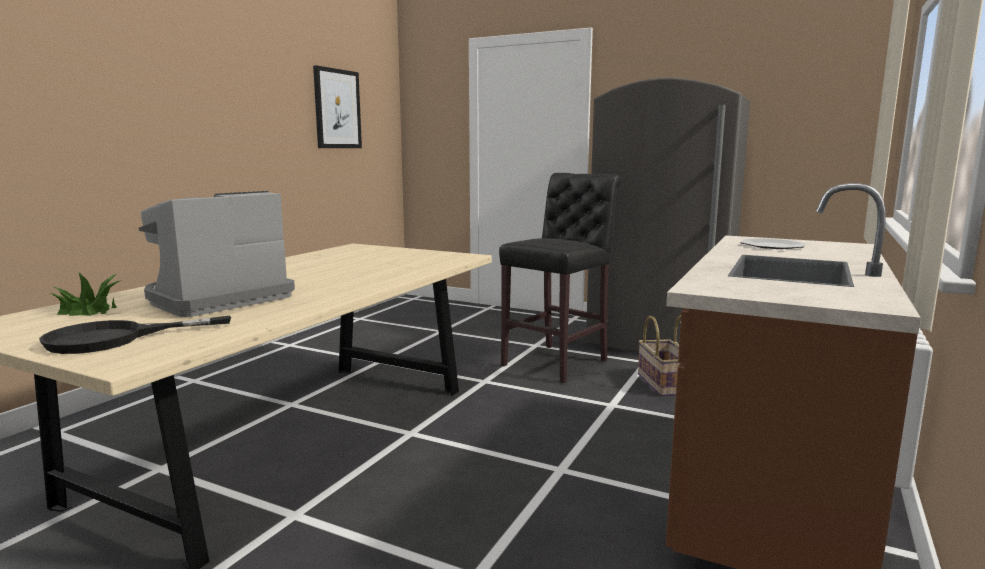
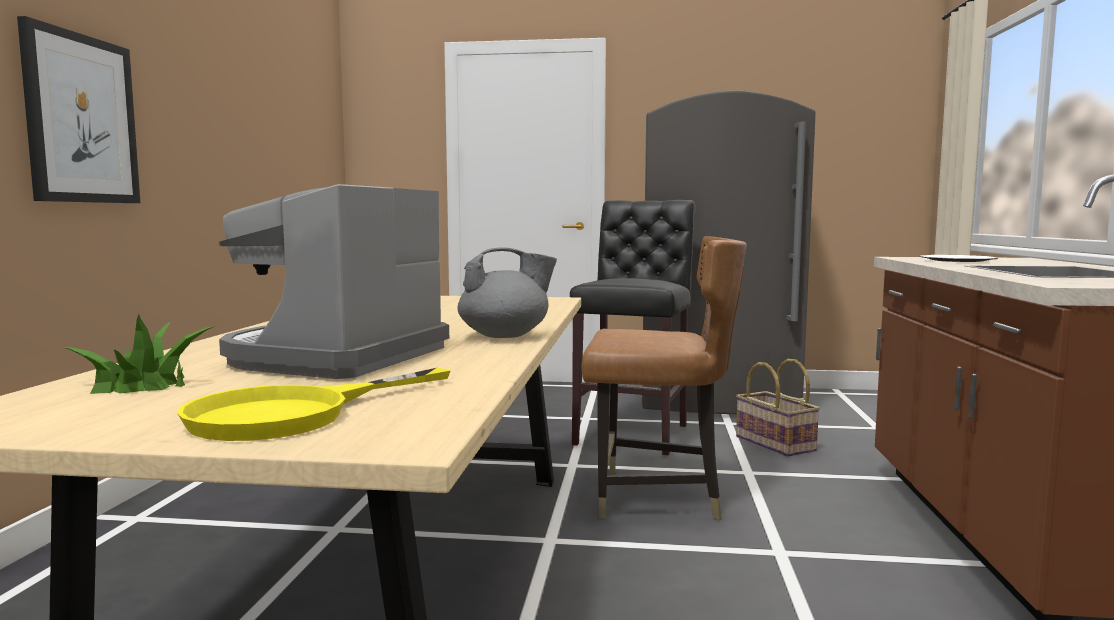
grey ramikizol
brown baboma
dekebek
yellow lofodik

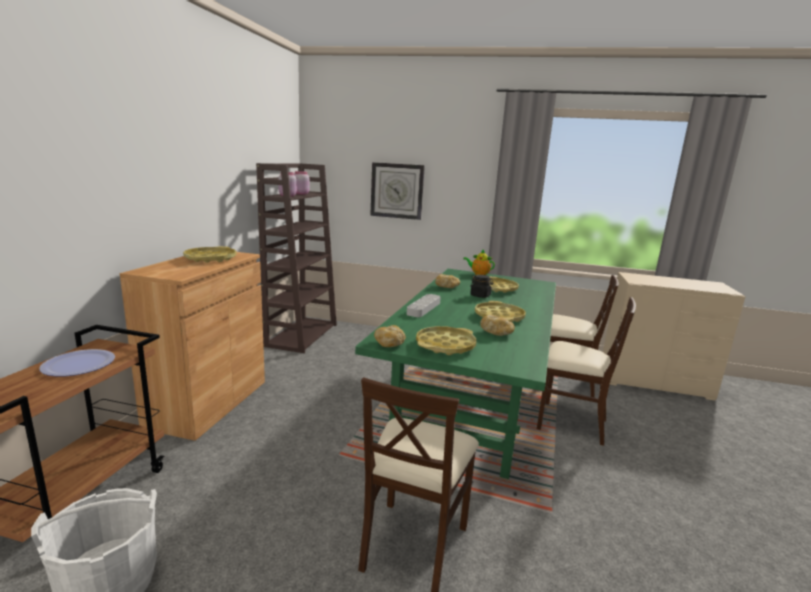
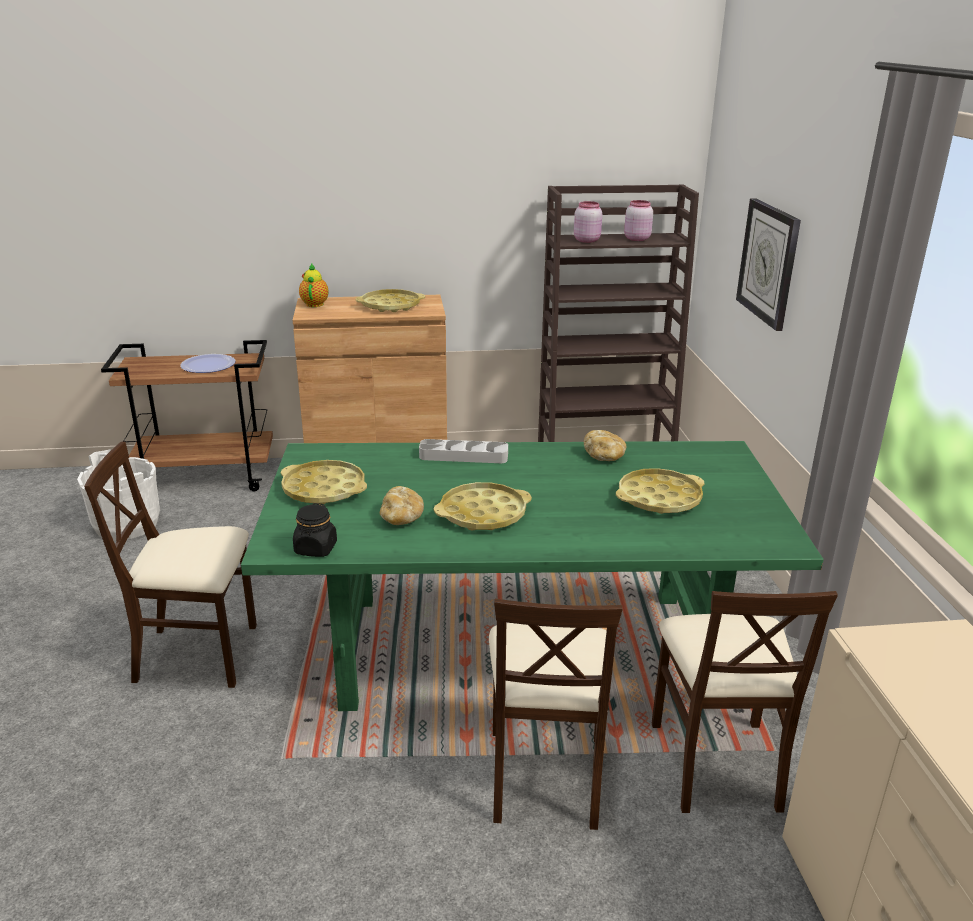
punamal (no. 1 from left in the first image)
ramikizol
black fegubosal

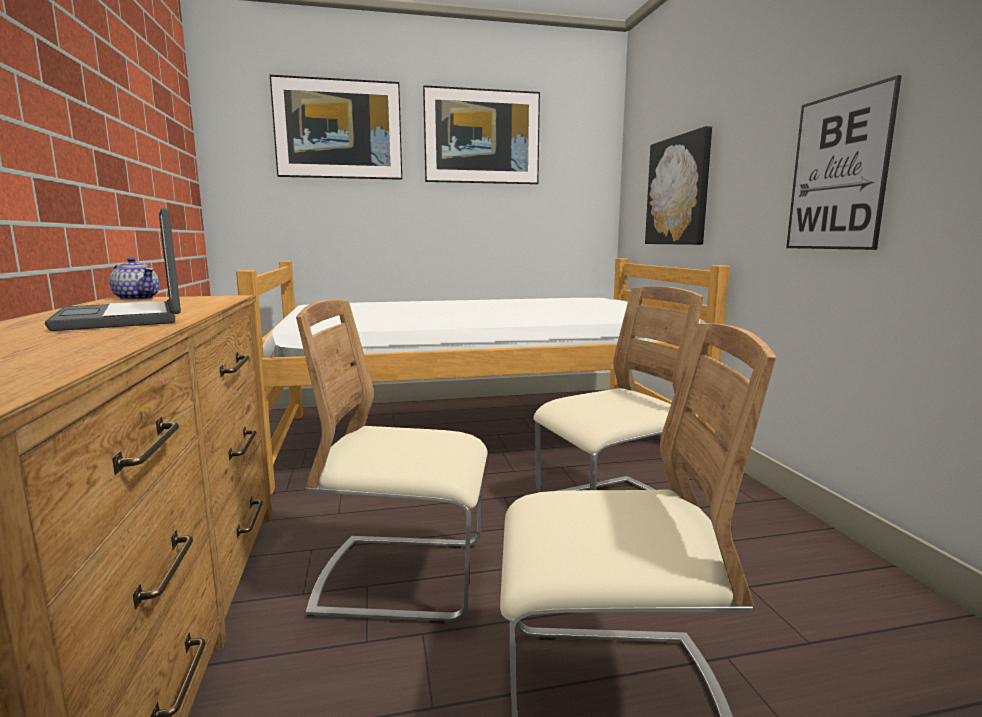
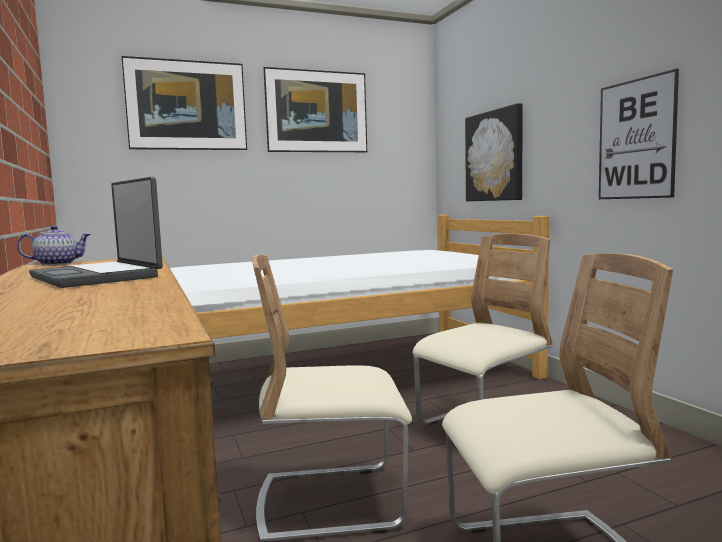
ramikizol

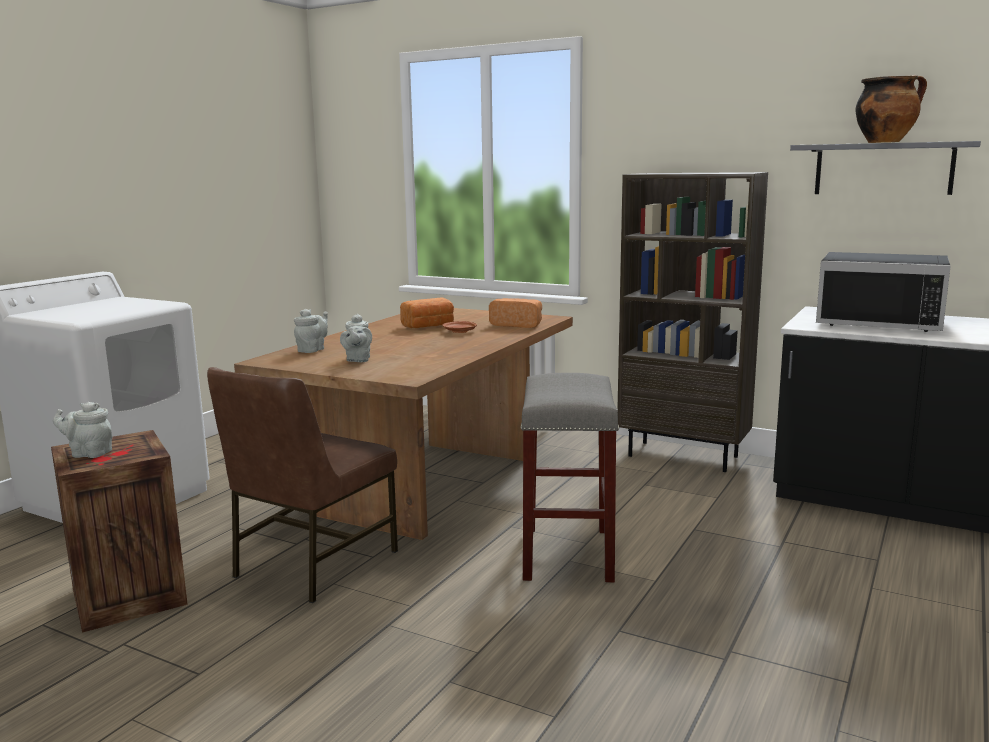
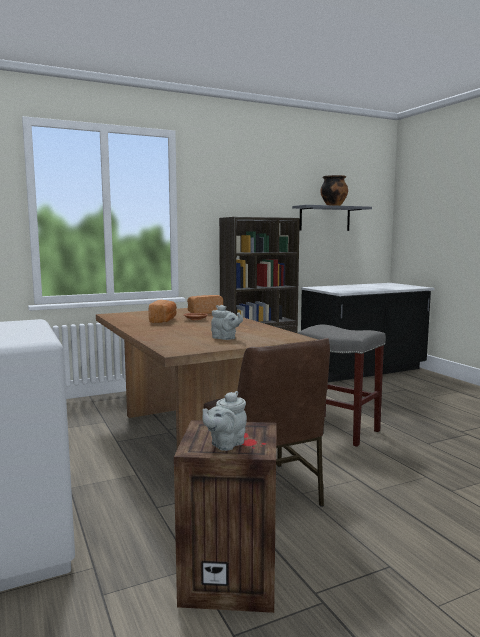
grey ramikizol (no. 2 from left in the first image)
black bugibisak

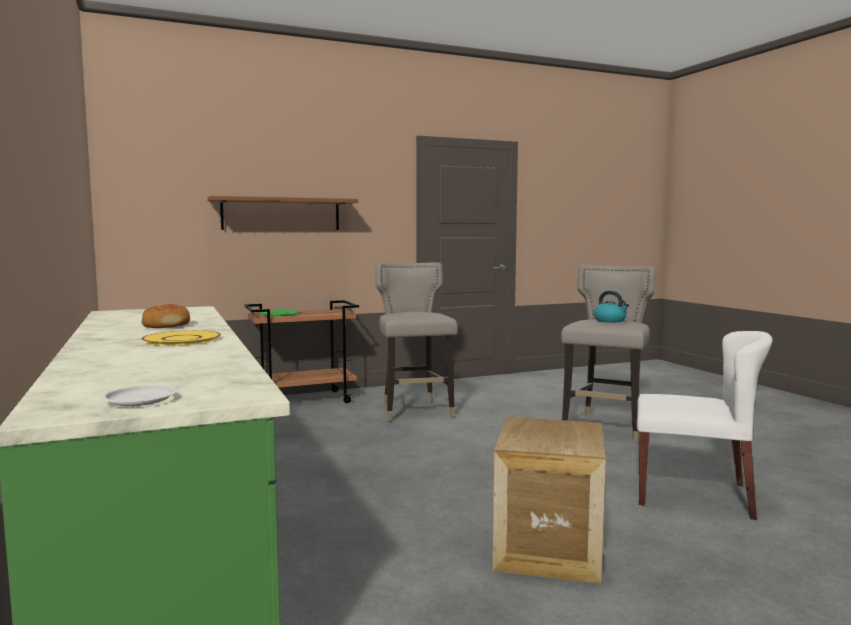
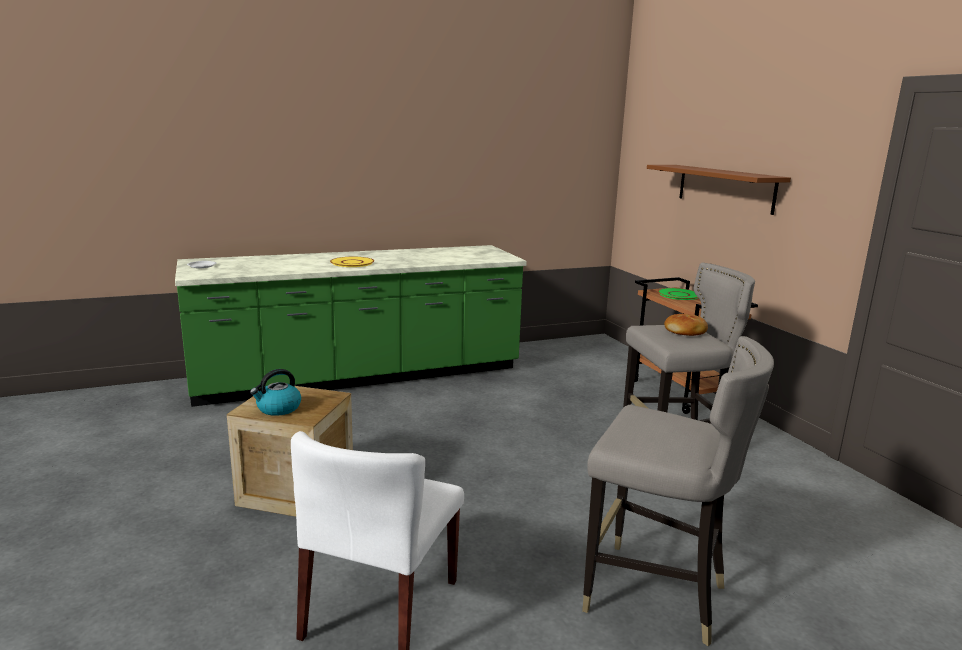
punamal
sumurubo

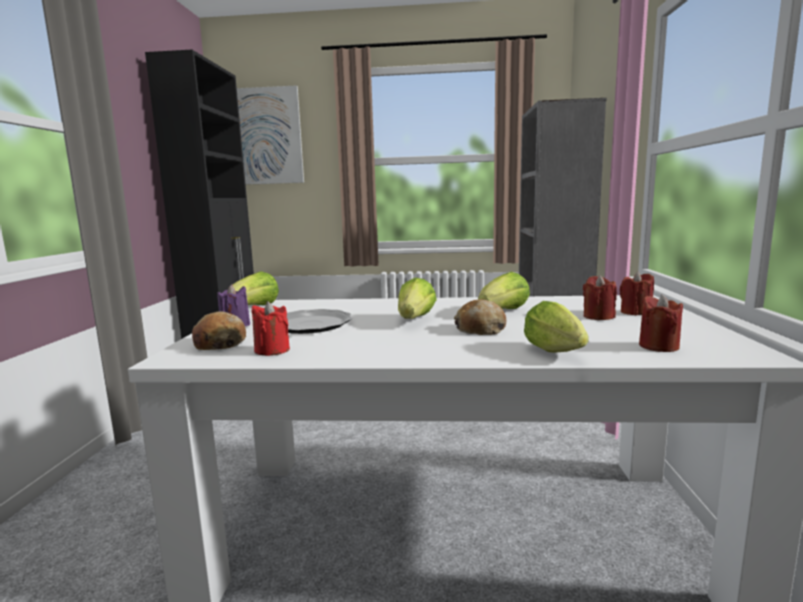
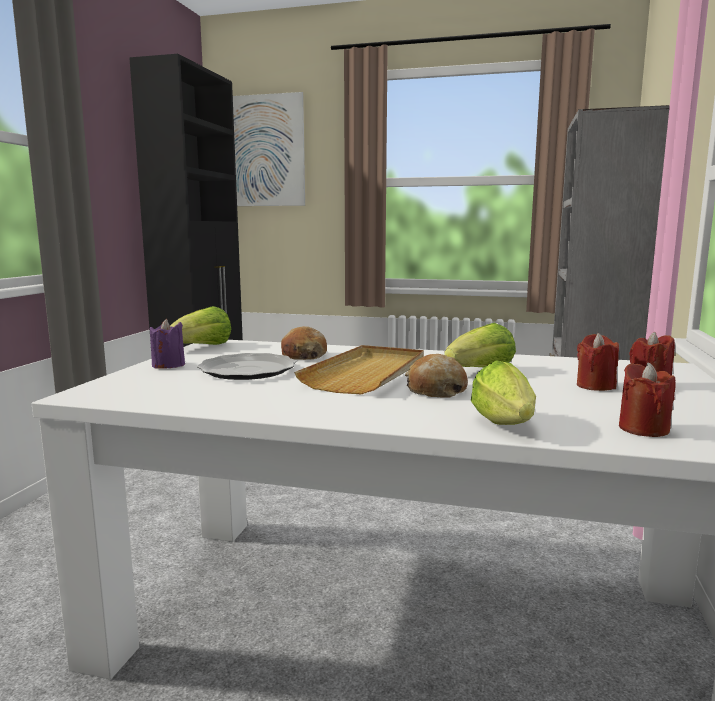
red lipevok (no. 1 from left in the first image)
punamal (no. 1 from left)
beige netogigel

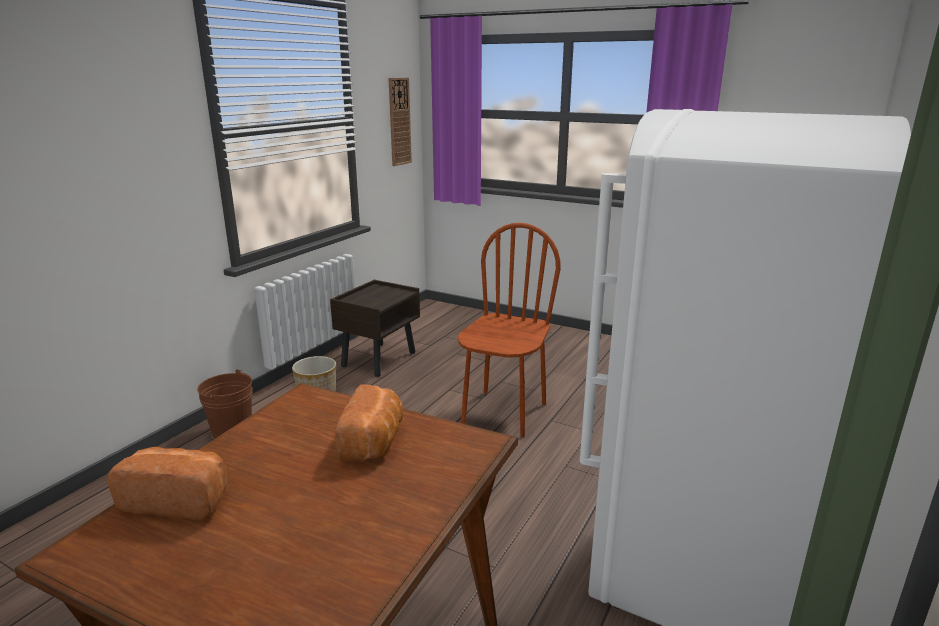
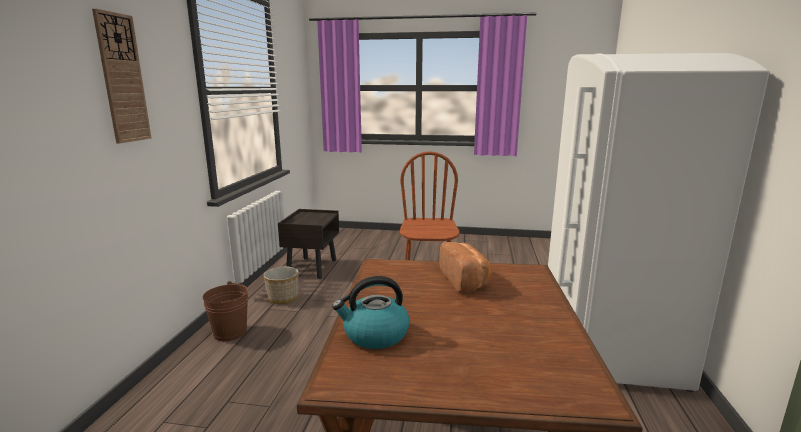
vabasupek
sumurubo

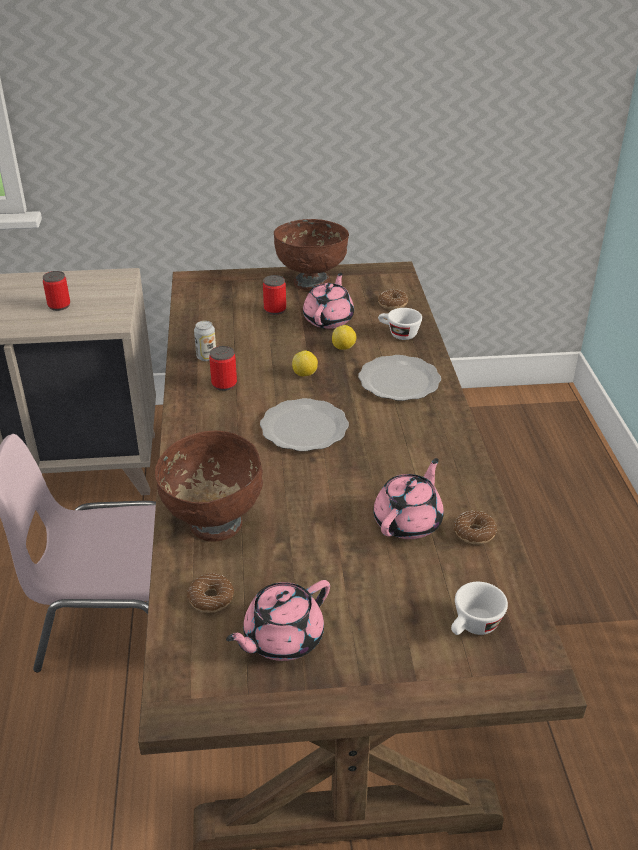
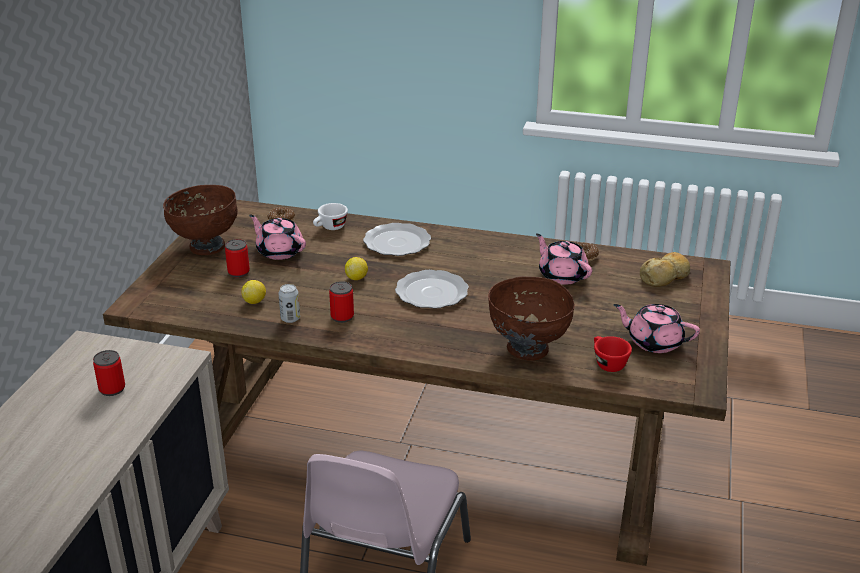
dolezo (no. 1 from left)
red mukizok
punamal
pink ramikizol (no. 3 from left)

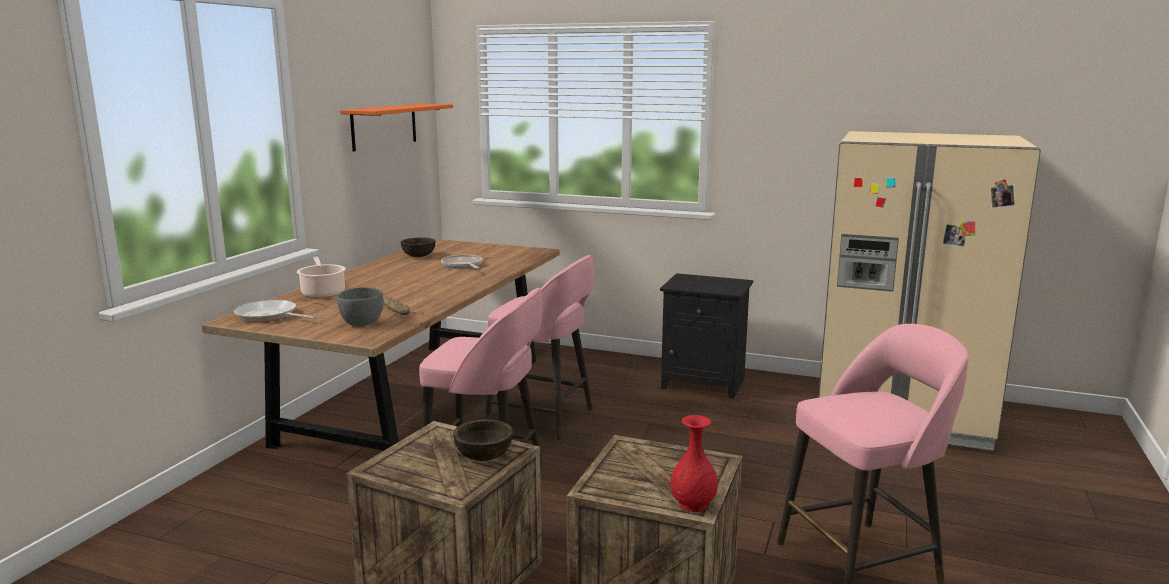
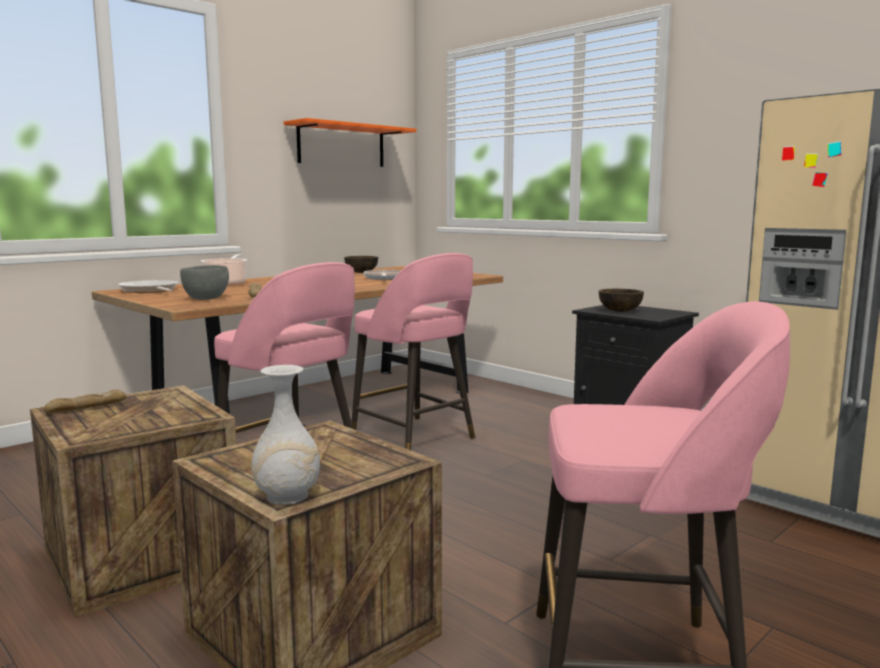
punamal (no. 1 from left)
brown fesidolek (no. 2 from left)
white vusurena

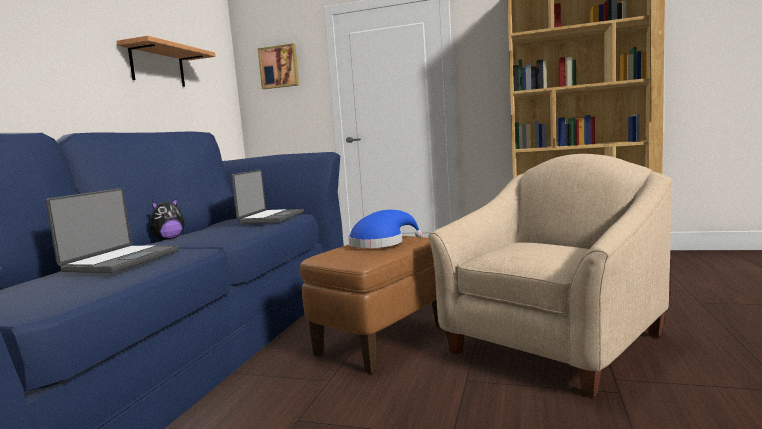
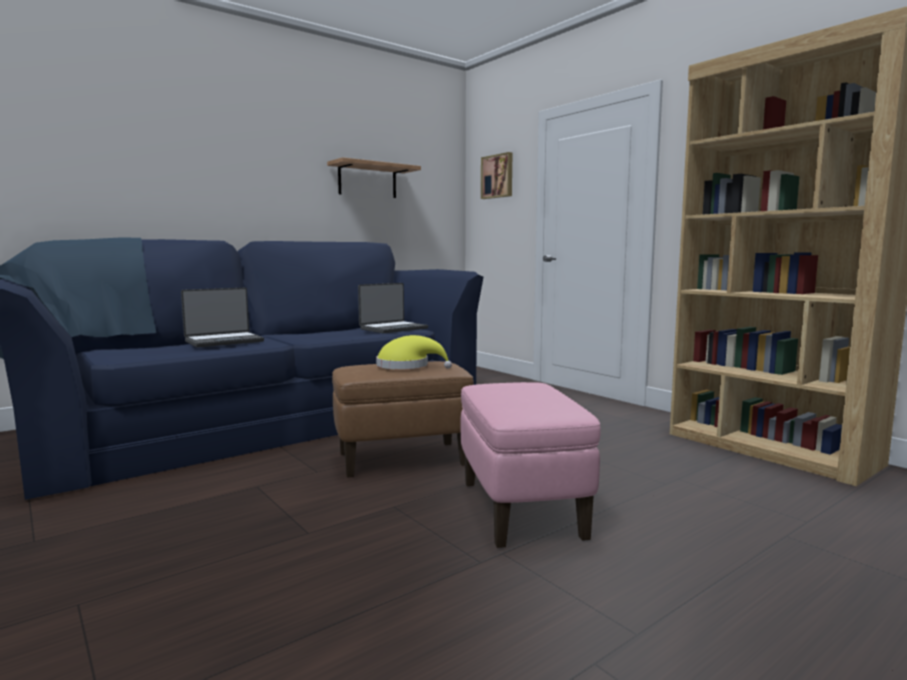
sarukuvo
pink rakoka
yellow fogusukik

